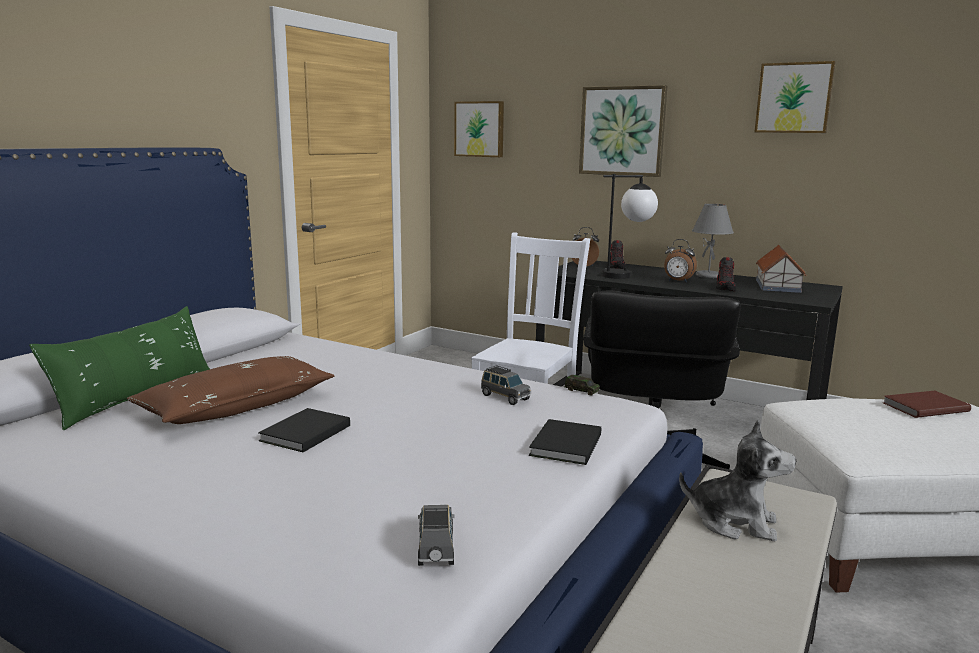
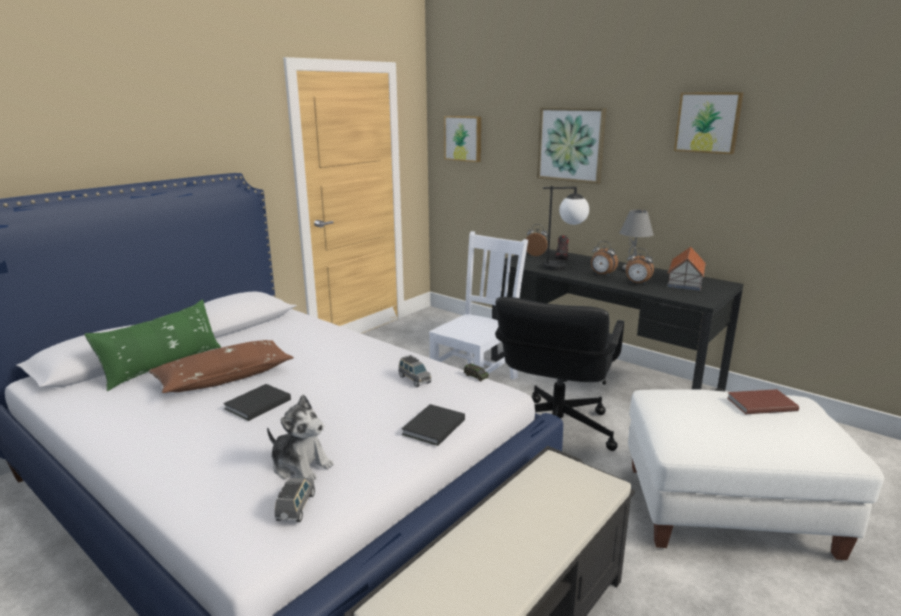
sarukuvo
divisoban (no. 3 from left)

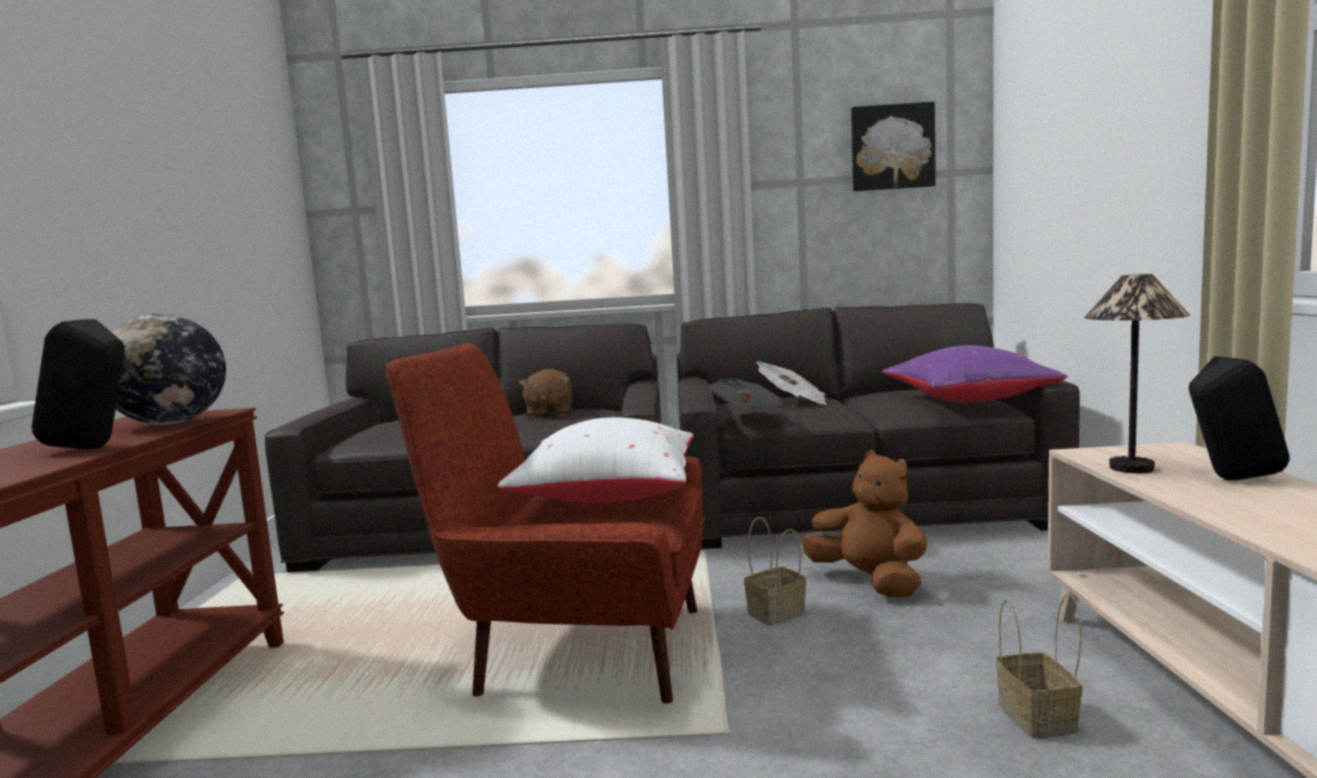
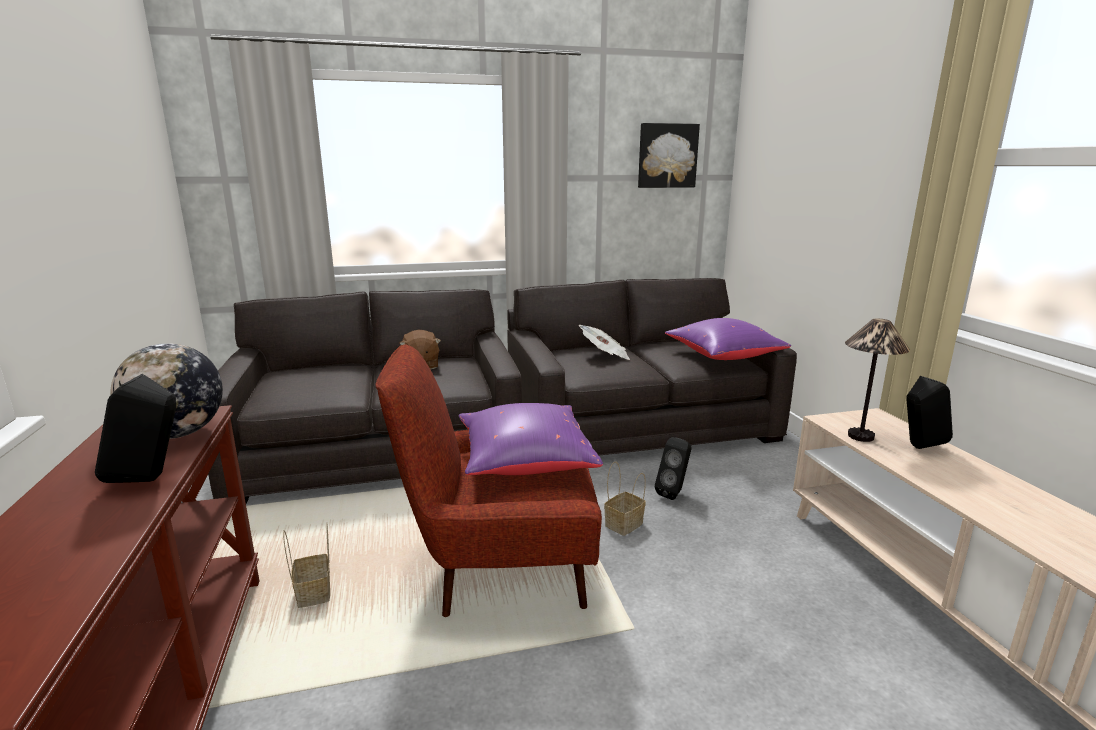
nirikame (no. 1 from left in the first image)
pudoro (no. 1 from left)
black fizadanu (no. 2 from left)
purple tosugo (no. 1 from left)

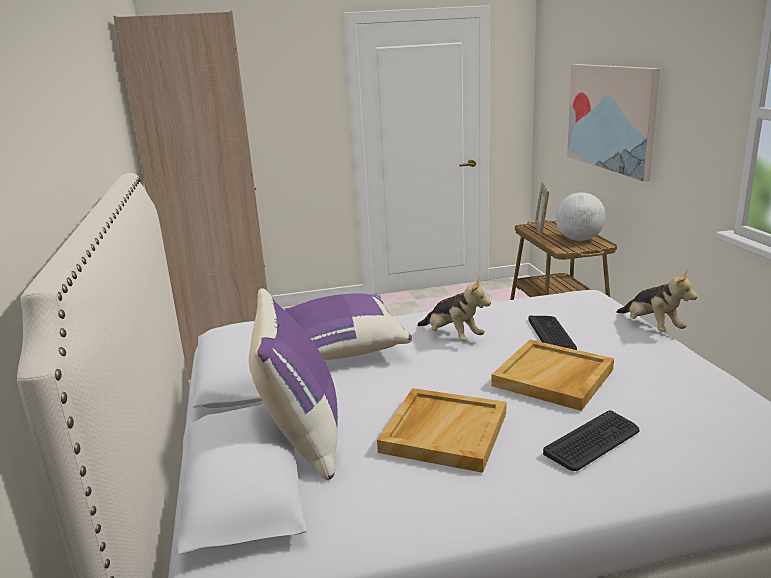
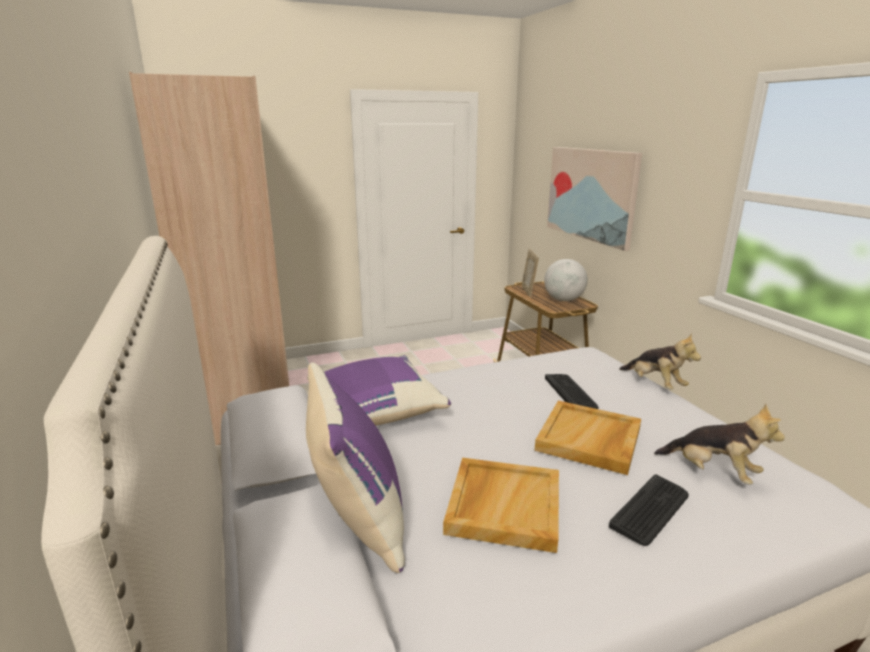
sarukuvo (no. 2 from left)

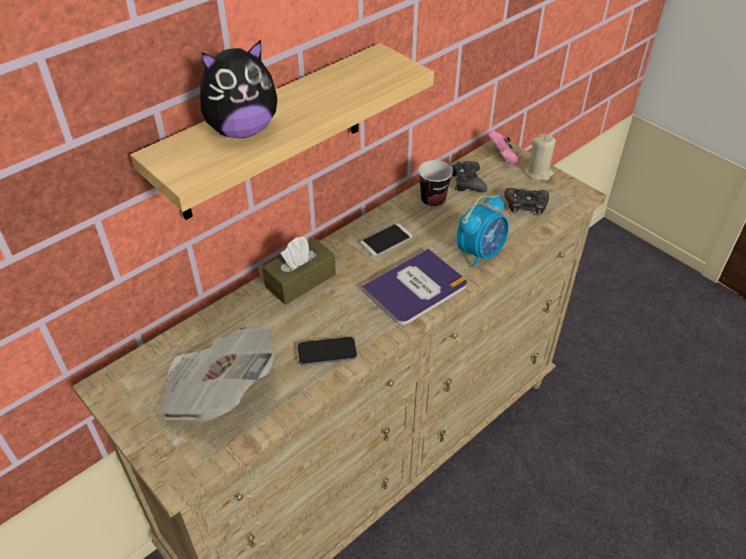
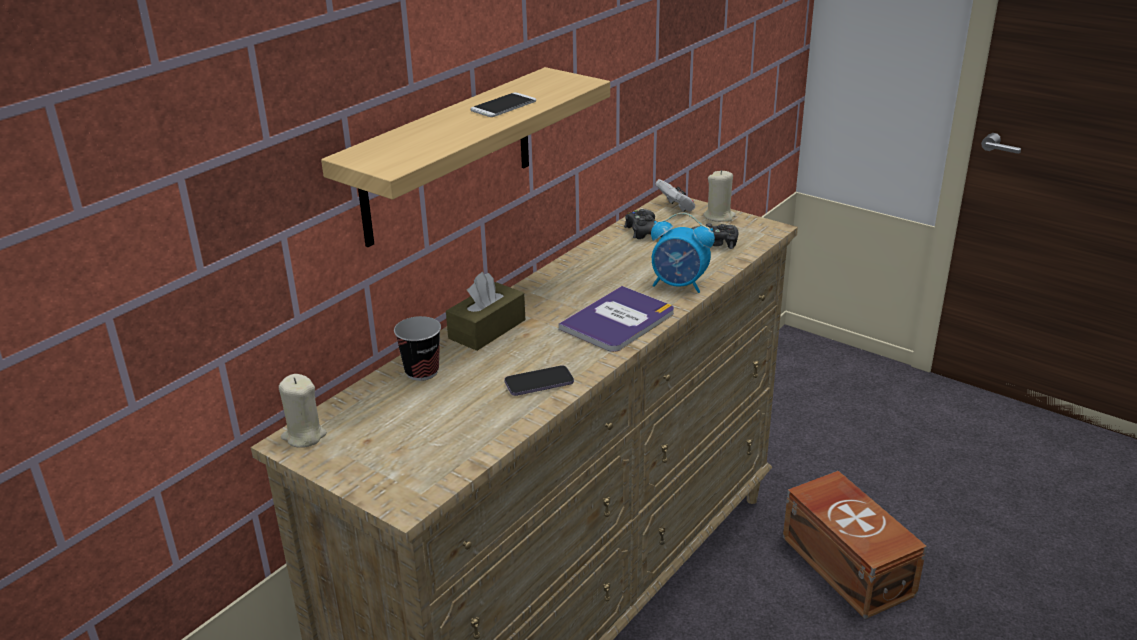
nirikame
sarukuvo
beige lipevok (no. 1 from left)
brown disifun
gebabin (no. 1 from left)
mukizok
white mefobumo
divisoban

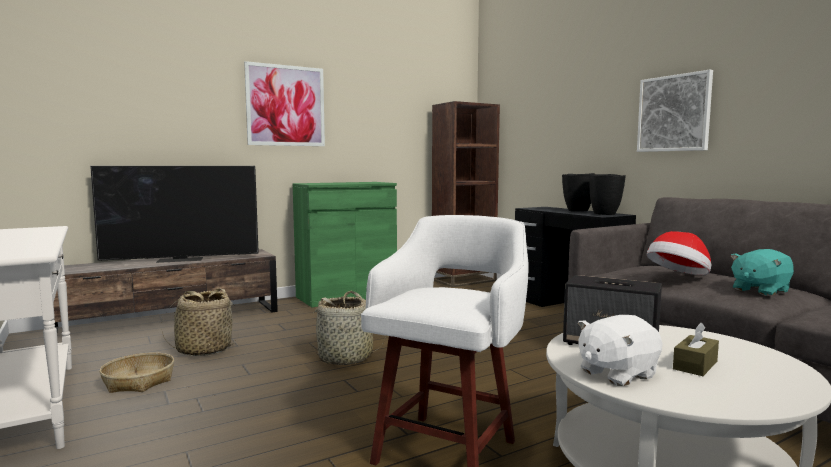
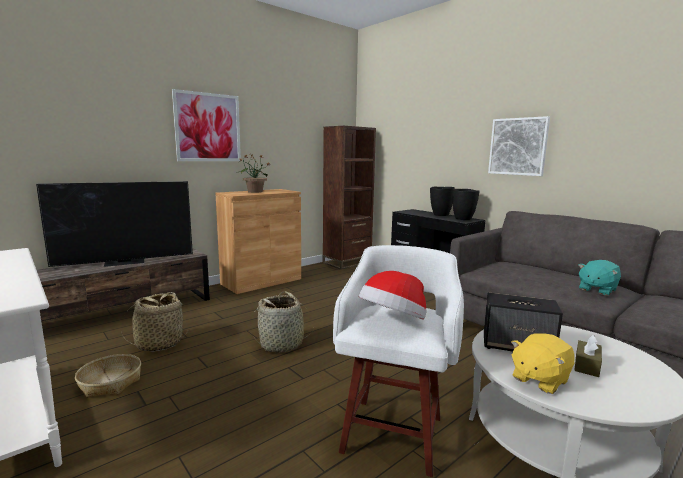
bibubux
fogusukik
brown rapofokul
yellow sarukuvo

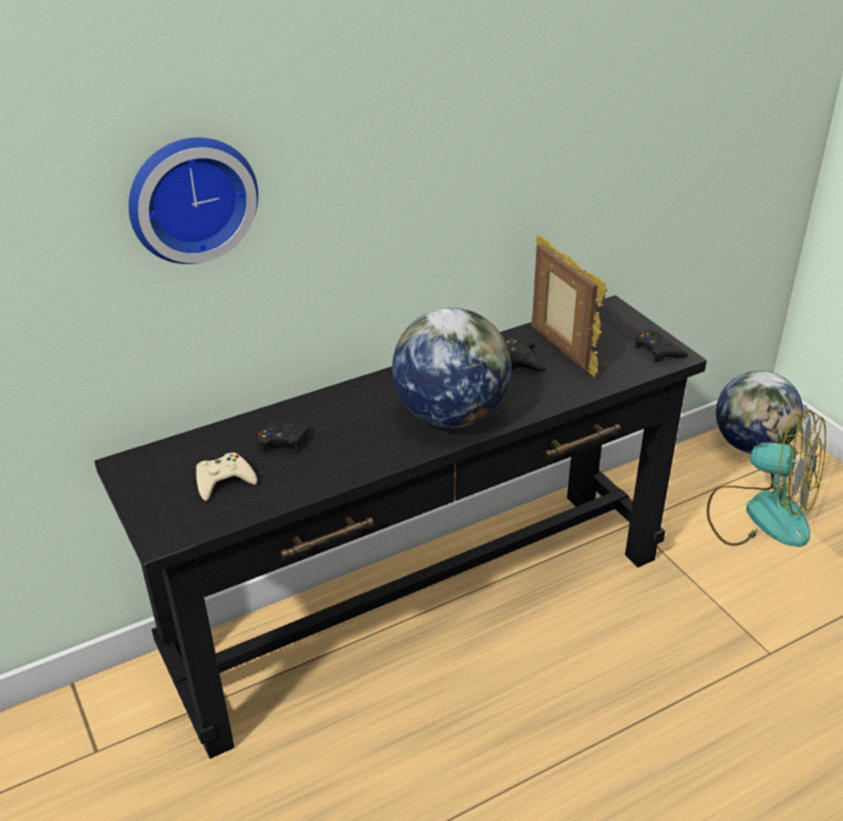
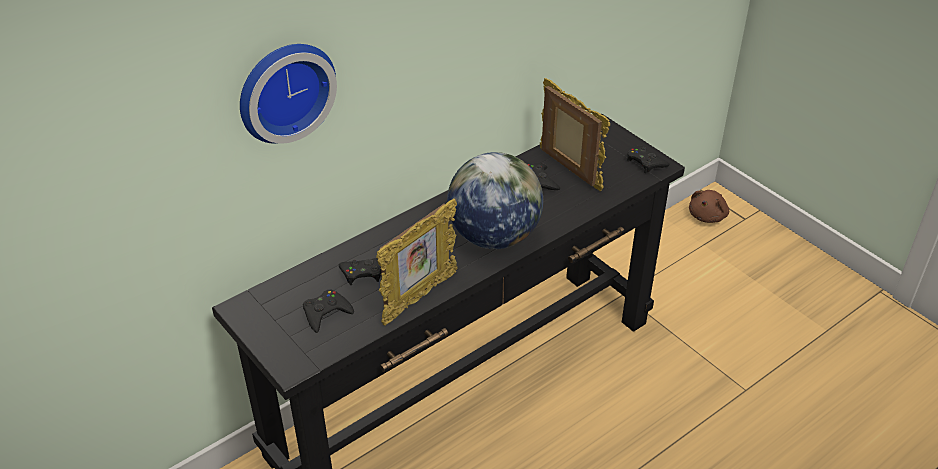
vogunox
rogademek (no. 1 from left)
brown sarukuvo
black mefobumo (no. 1 from left)

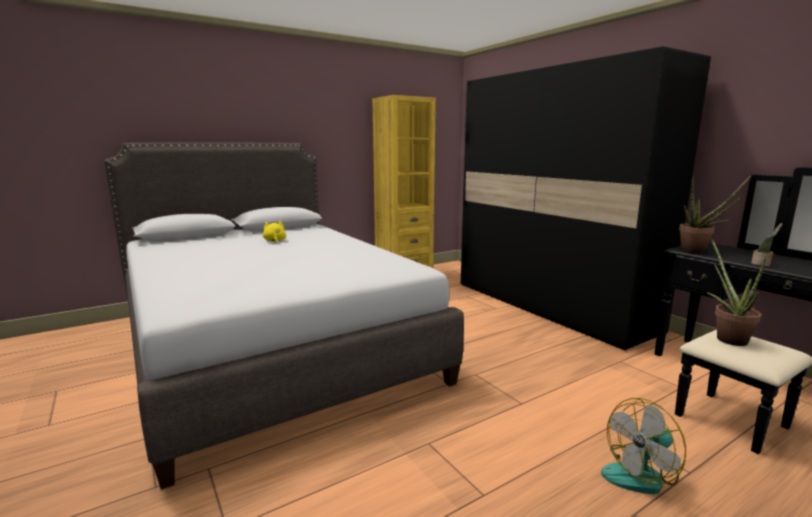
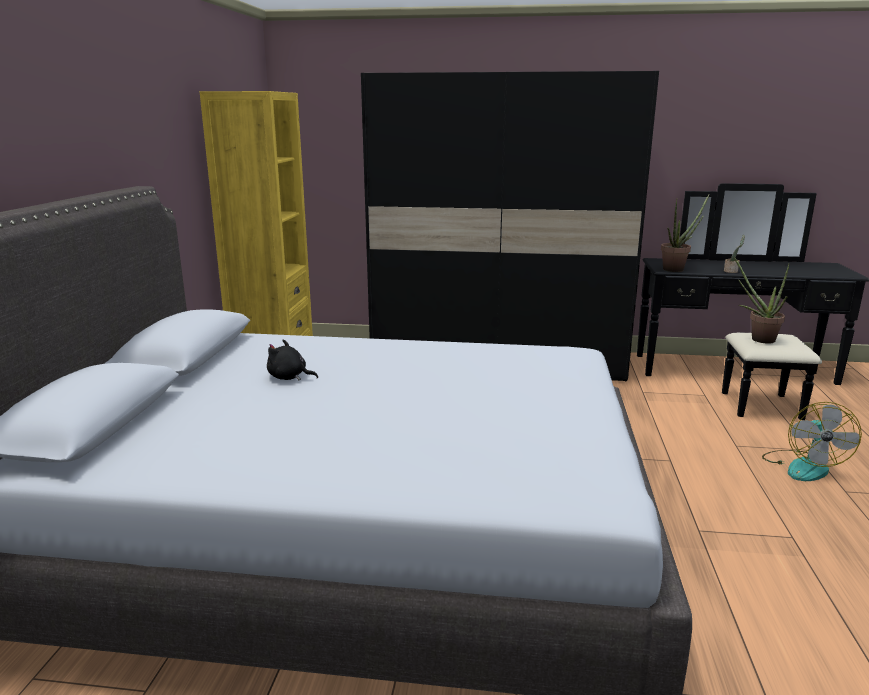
black sarukuvo

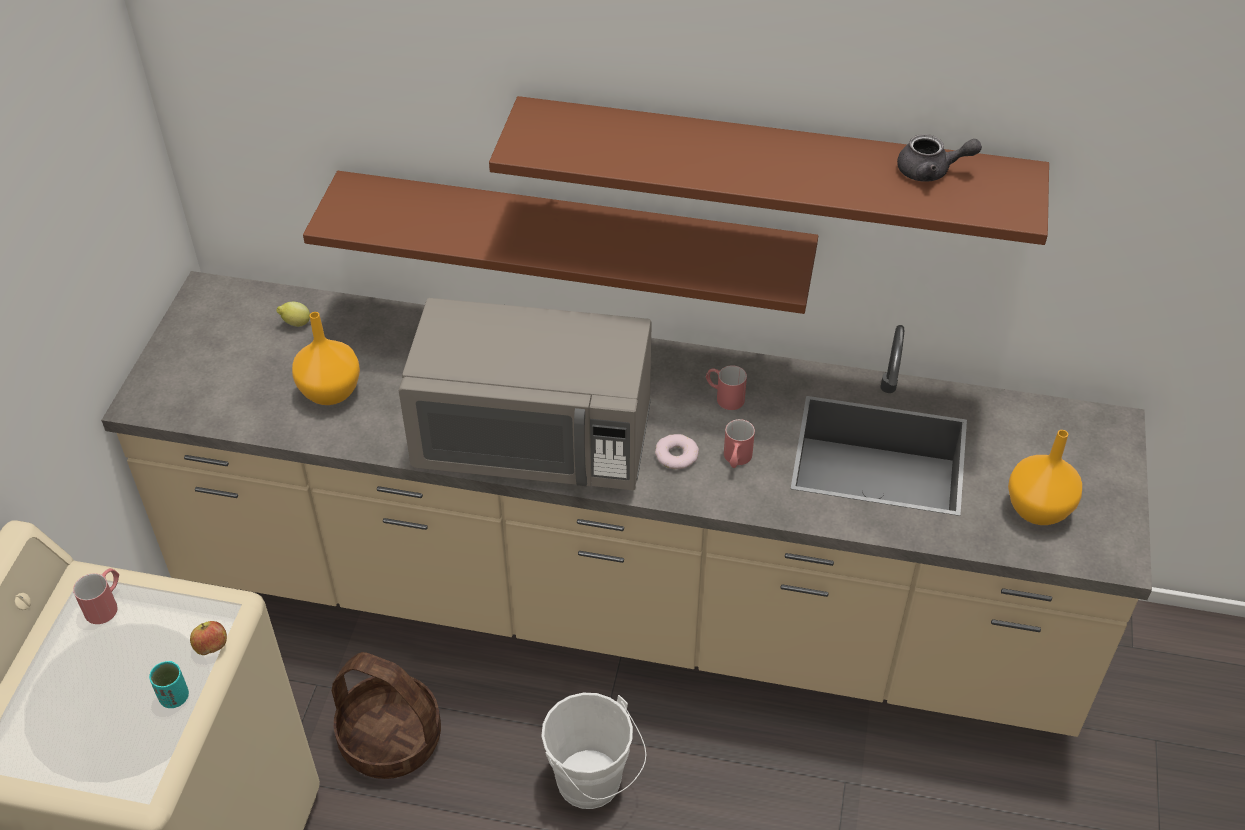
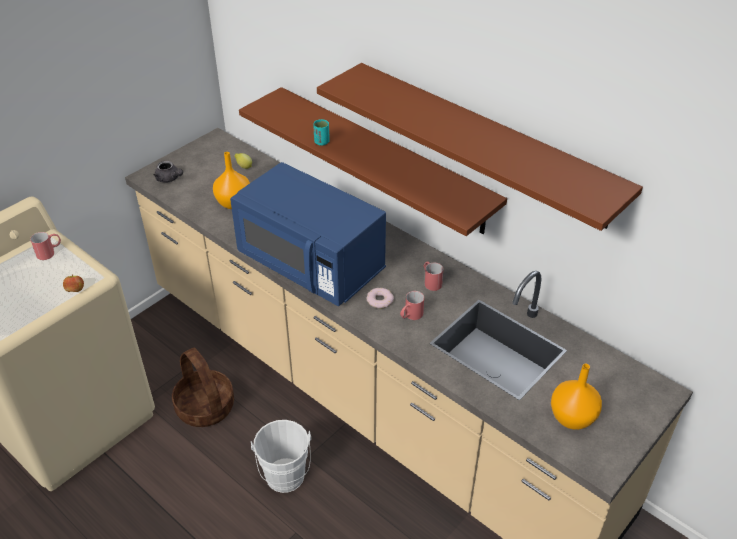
turquoise mukizok
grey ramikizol
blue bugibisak

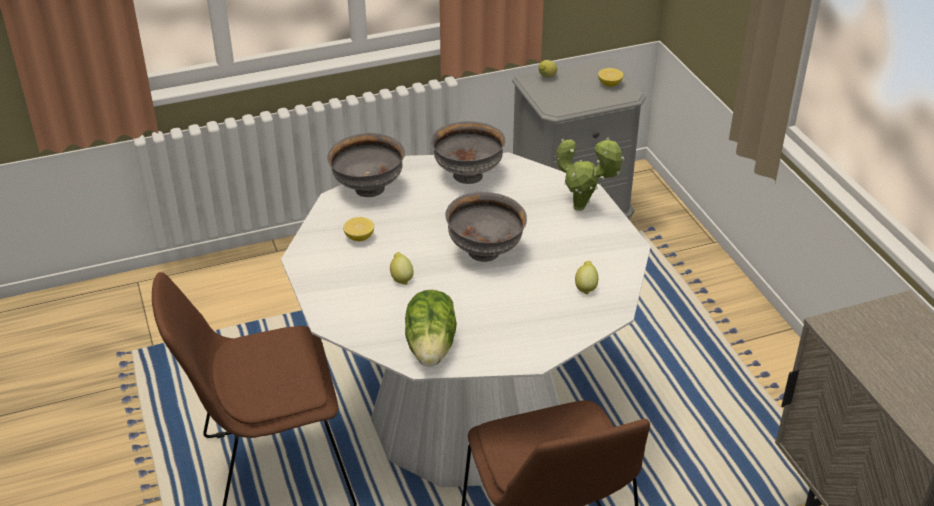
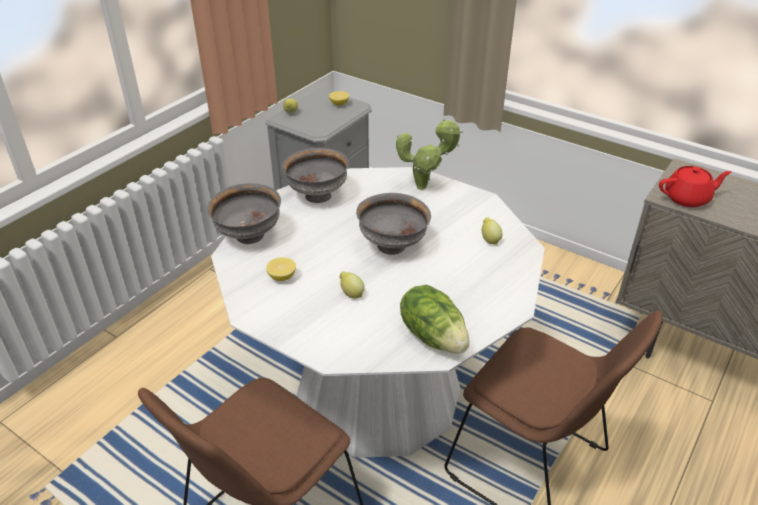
red ramikizol

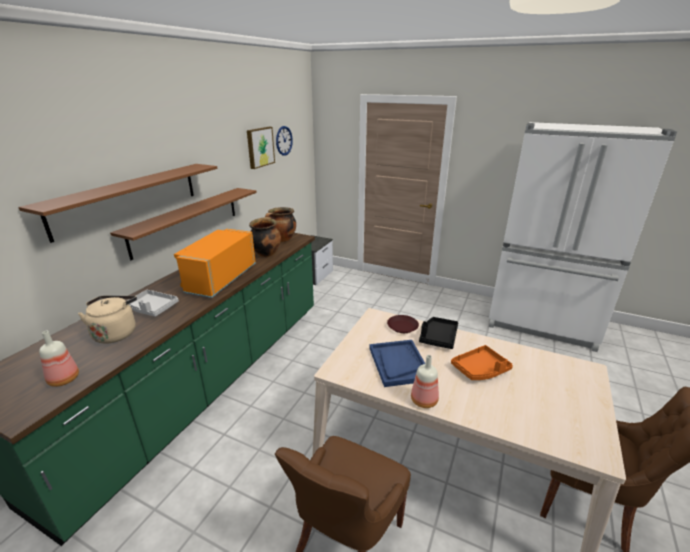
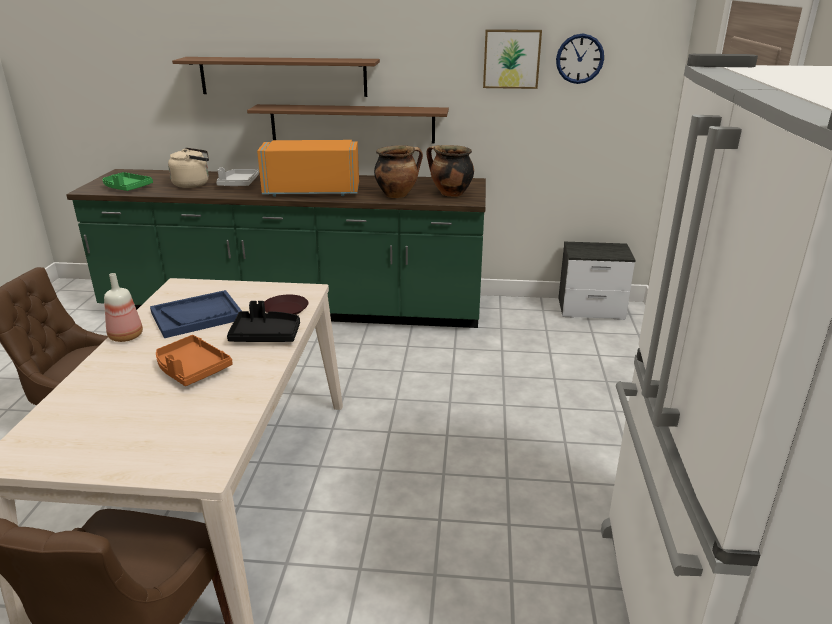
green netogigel

